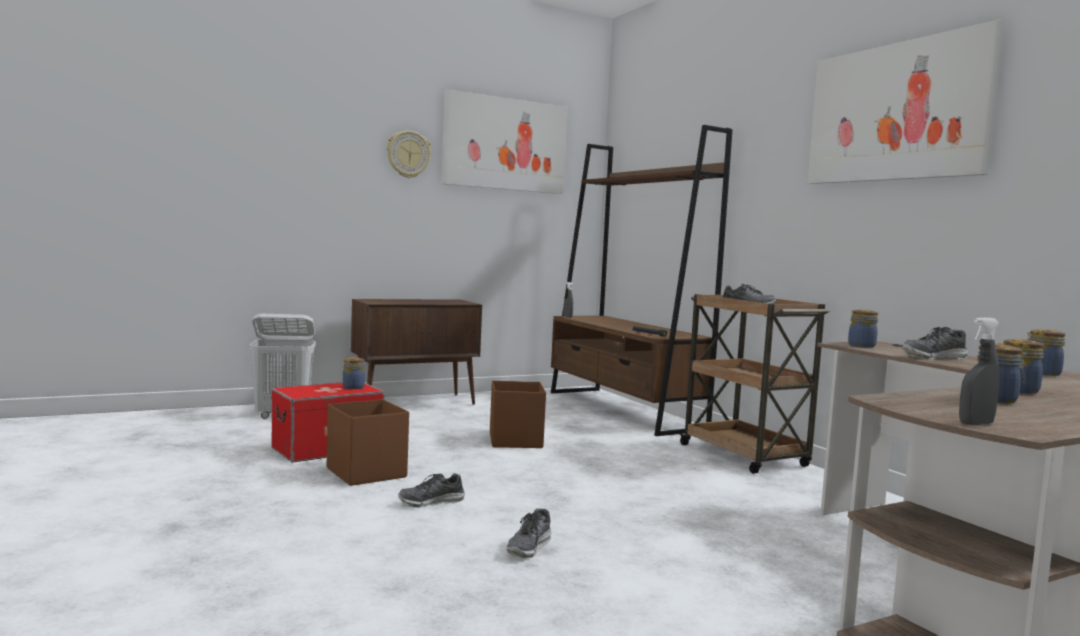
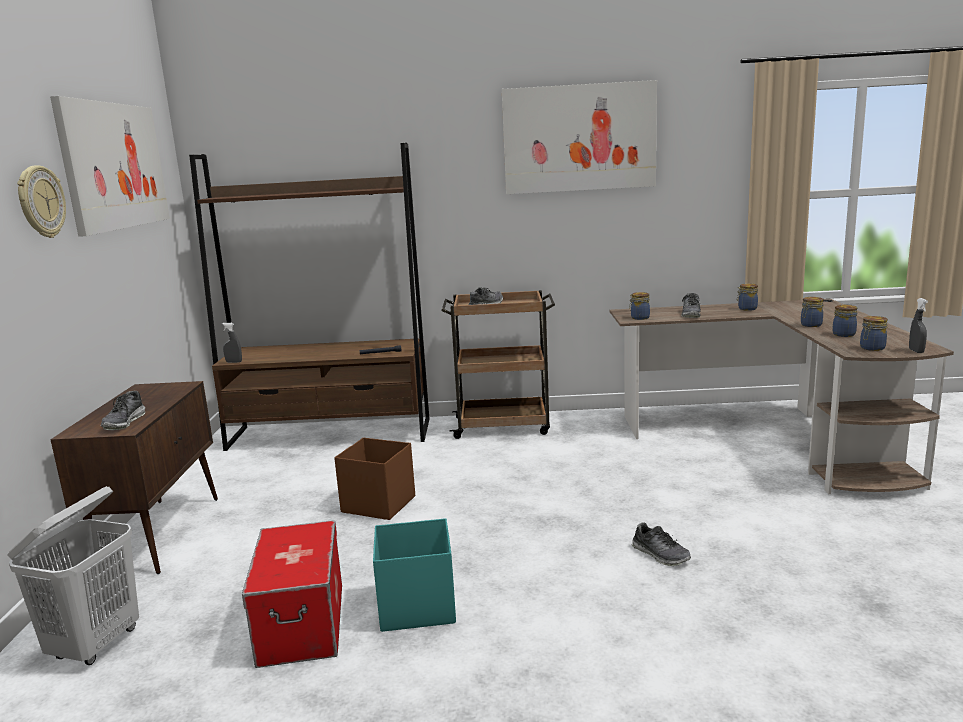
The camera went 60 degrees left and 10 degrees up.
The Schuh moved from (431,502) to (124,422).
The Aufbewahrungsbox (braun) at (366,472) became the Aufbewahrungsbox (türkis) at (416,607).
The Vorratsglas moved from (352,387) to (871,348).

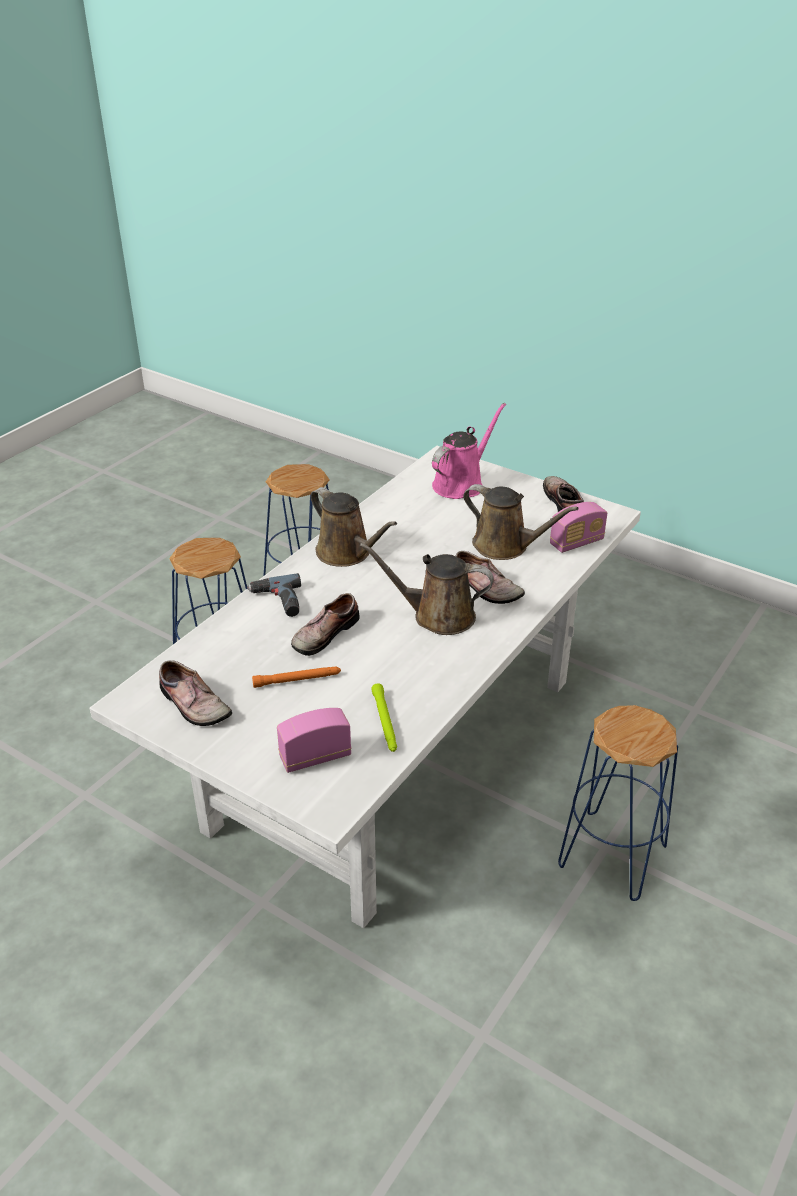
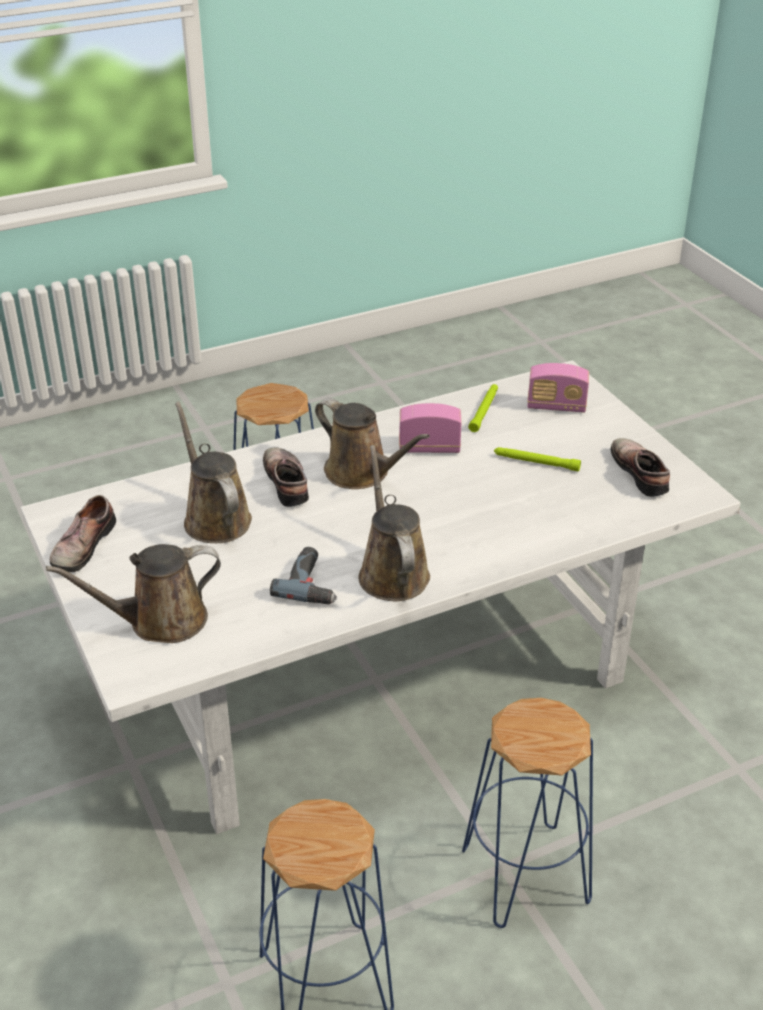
The camera went 150 degrees left and 0 degrees up.
The Gießkanne (rosa) at (461,484) became the Gießkanne (braun) at (160,621).
The Bohrmaschine moved from (277,602) to (312,583).
The Radio moved from (576,542) to (429,448).
The Taschenlampe (orange) at (297,680) became the Taschenlampe (grün) at (536,462).
The Schuh at (323,633) disappeared.

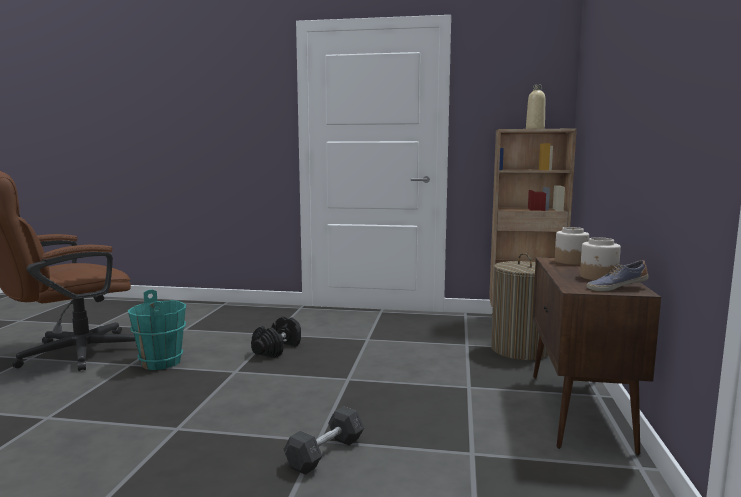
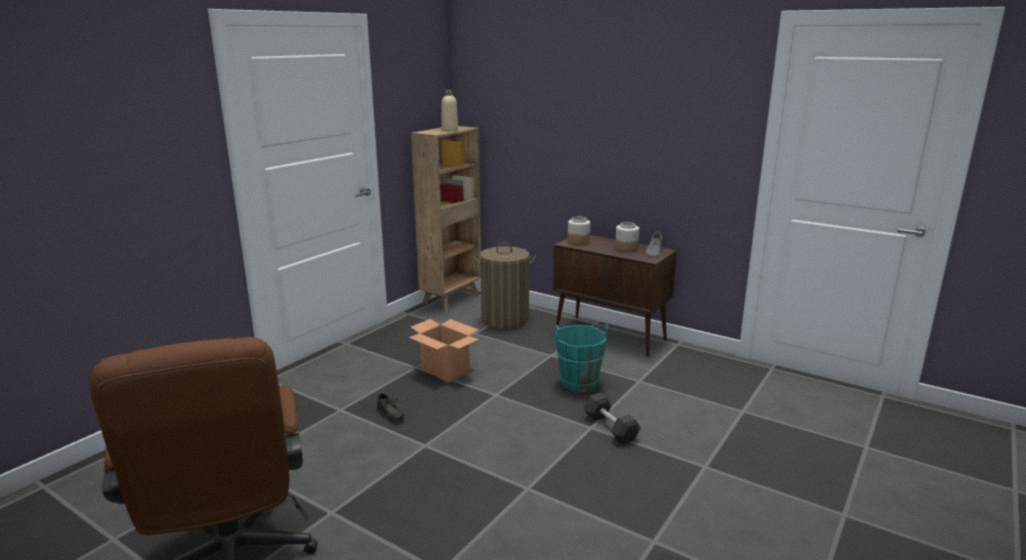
The camera went 65 degrees left and 10 degrees up.
The Hantel (schwarz) at (277,349) was replaced by the Schuh (grau) at (389,414).
The Karton at (446,371) appeared.
The Eimer (türkis) moved from (161,362) to (579,383).

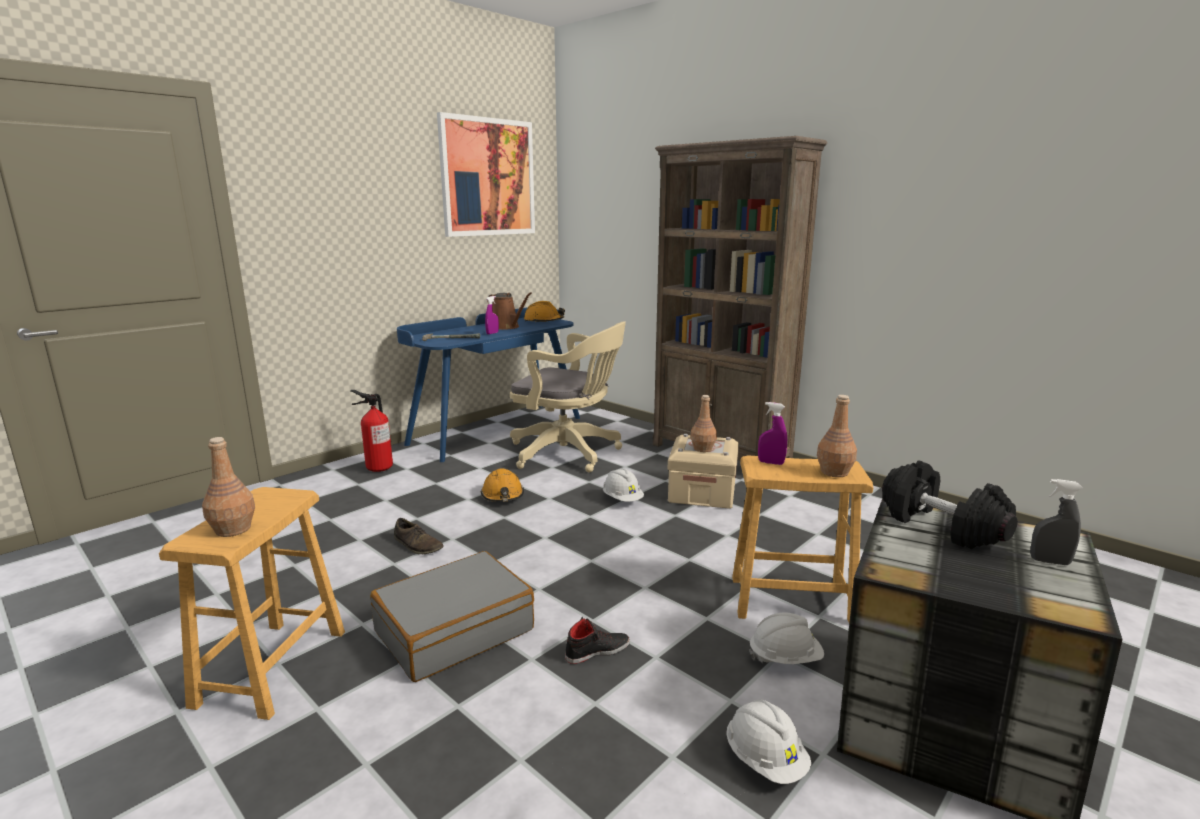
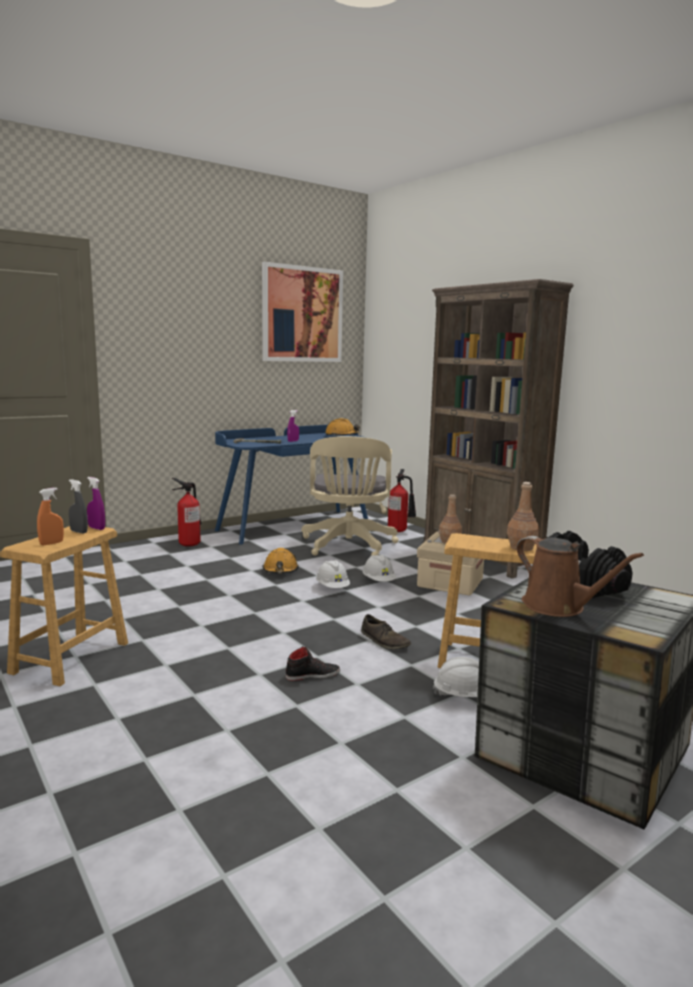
The camera went 10 degrees right and 5 degrees down.
The Flasche (braun) at (234,529) was replaced by the Sprühflasche (orange) at (51,543).
The Sprühflasche (grau) moved from (1049,561) to (79,532).
The Sprühflasche (lila) moved from (771,463) to (96,528).
The Bürostuhl (beige) at (569,453) turned 60 degrees clockwise.
The Schutzhelm (weiß) moved from (765,760) to (332,588).
The Schuh (braun) moved from (418,545) to (384,641).
The Feuerlöscher at (400,531) appeared.
The Gießkanne (braun) moved from (506,327) to (558,607).
The Koffer (grau) at (454,630) disappeared.

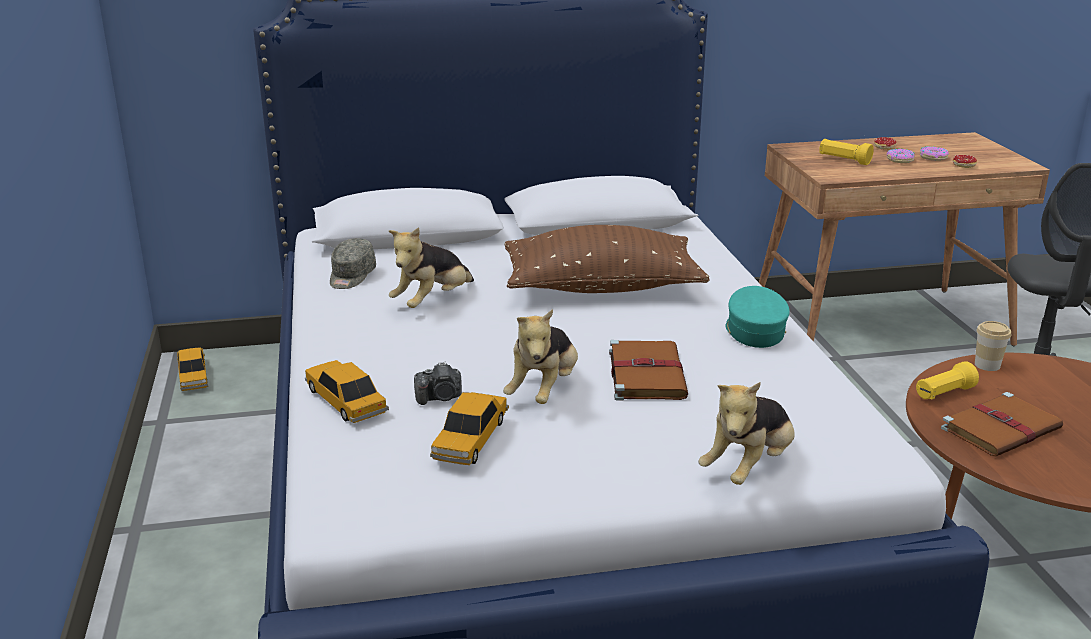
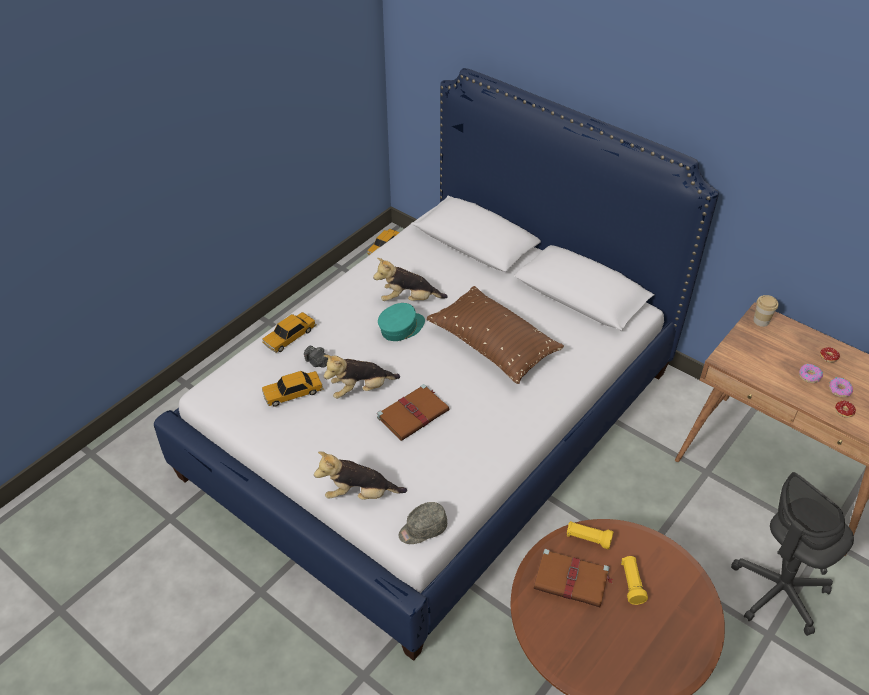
The camera went 50 degrees right and 20 degrees up.
The Spielzeugauto at (345,401) turned 150 degrees counterclockwise.
The Kappe (türkis) moved from (754,331) to (401,328).
The Kappe (grau) moved from (351,276) to (422,529).
The Taschenlampe (gelb) moved from (844,160) to (631,584).
The Tasse moved from (987,365) to (761,321).

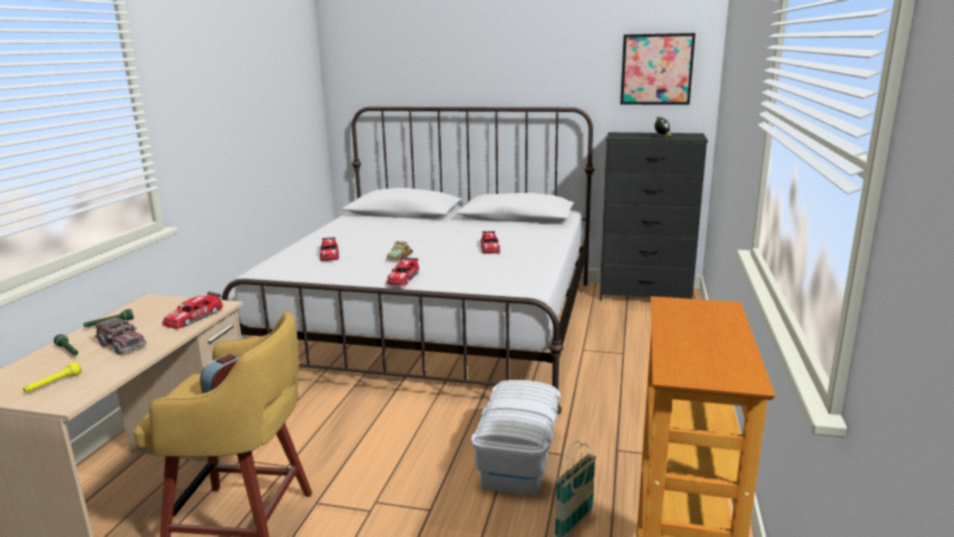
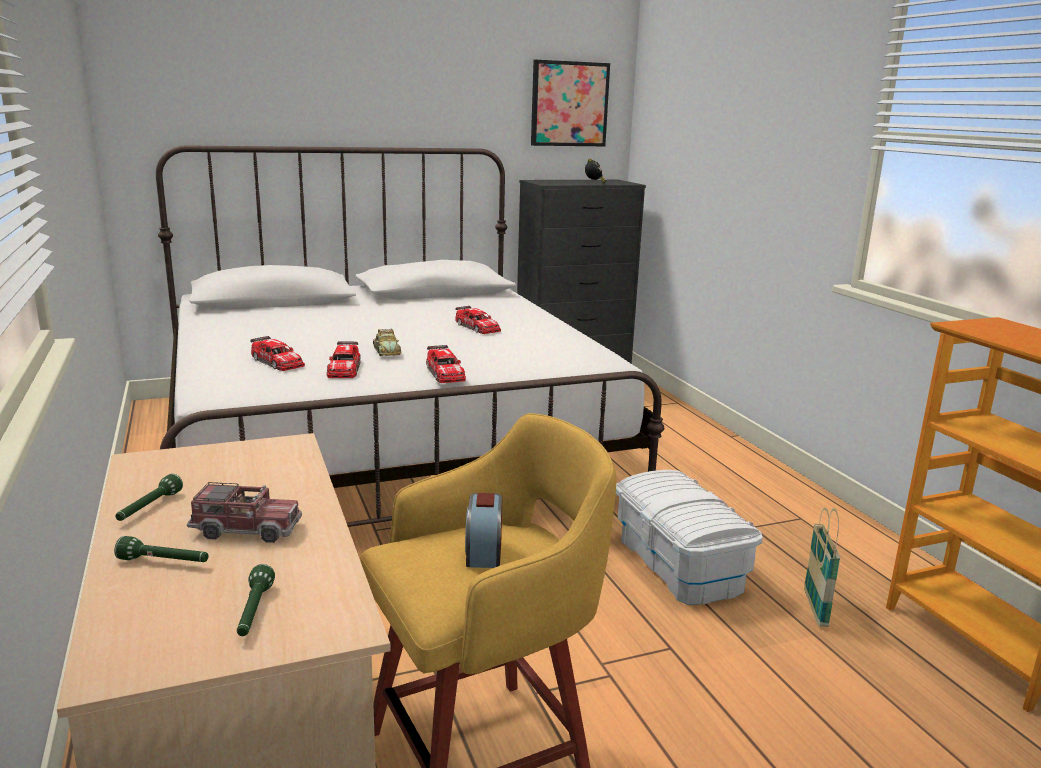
The camera went 35 degrees left and 0 degrees up.
The Taschenlampe (gelb) at (53,384) became the Taschenlampe (grün) at (254,612).
The Spielzeugauto moved from (194,317) to (344,369).

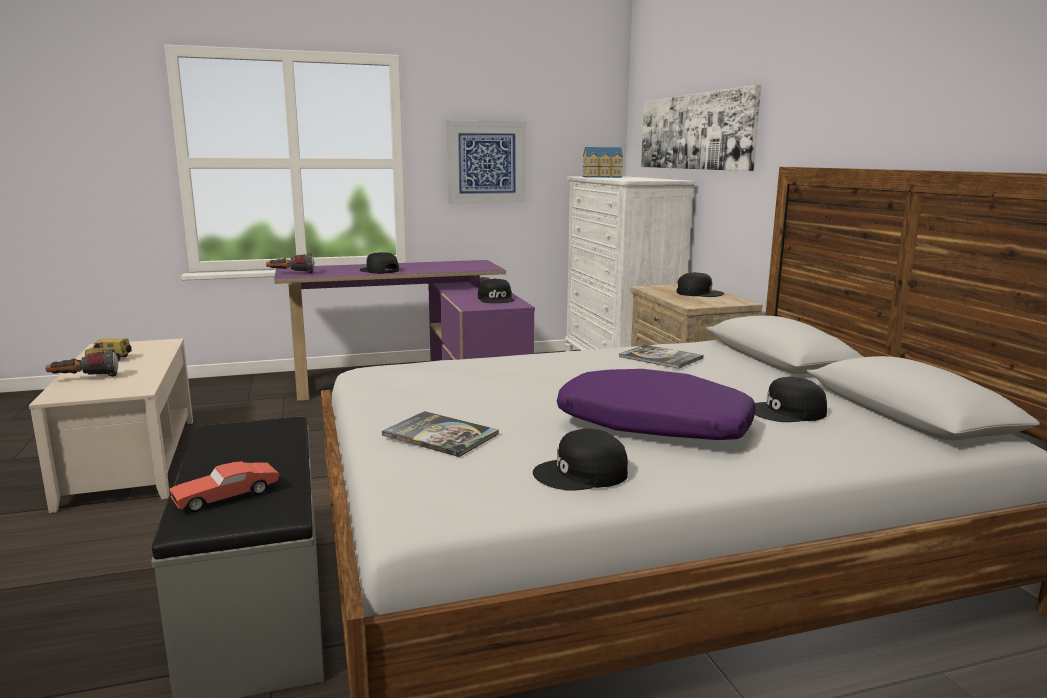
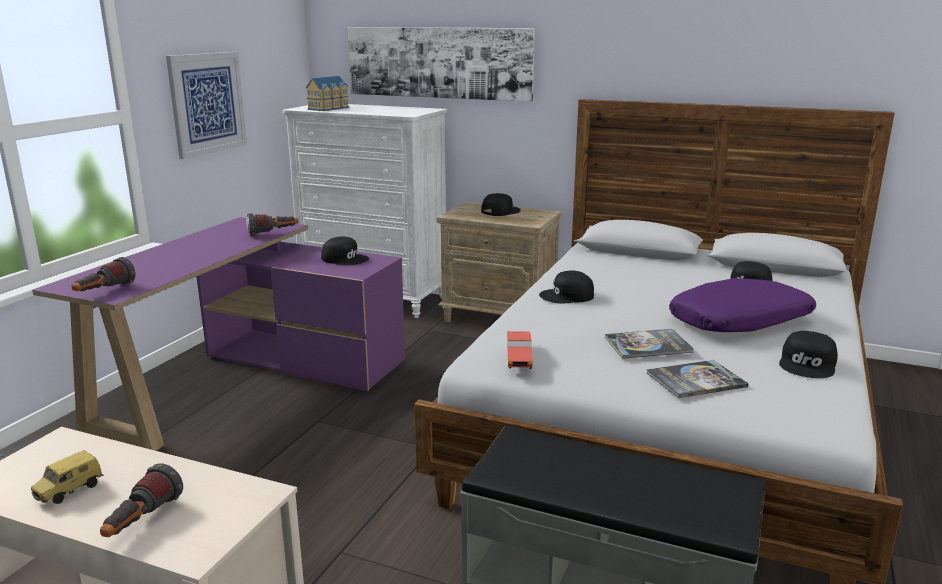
The camera went 50 degrees left and 5 degrees up.
The Taschenlampe at (273,234) appeared.
The Spielzeugauto (rot) moved from (227,496) to (519,357).
The Kappe (schwarz) moved from (379,270) to (567,296).
The Buch moved from (660,358) to (648,345).

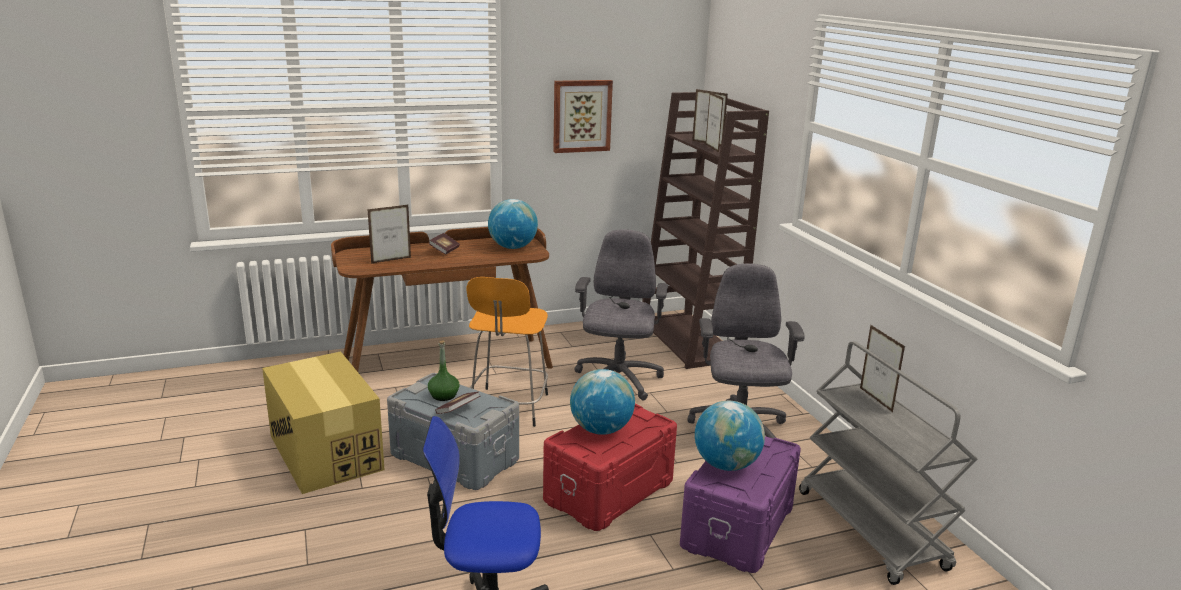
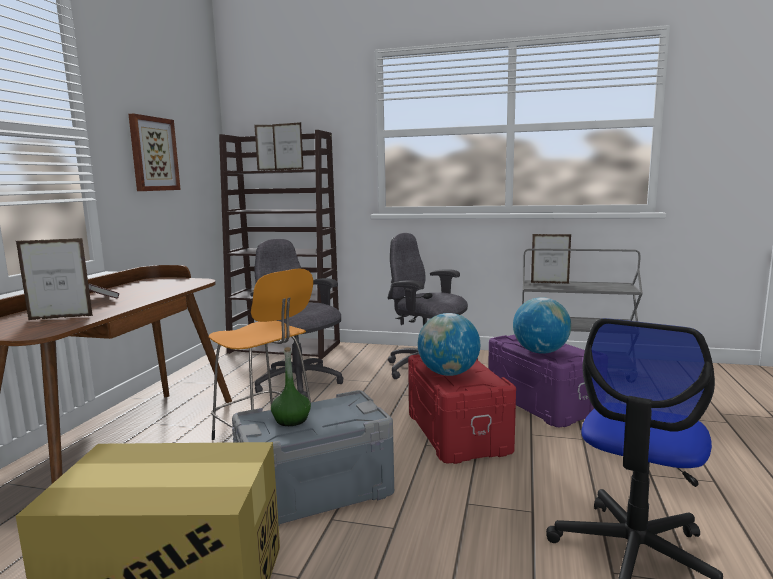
The camera went 55 degrees left and 10 degrees down.
The Bilderrahmen at (391,260) turned 105 degrees counterclockwise.
The Buch at (458,410) disappeared.
The Globus at (512,247) disappeared.

